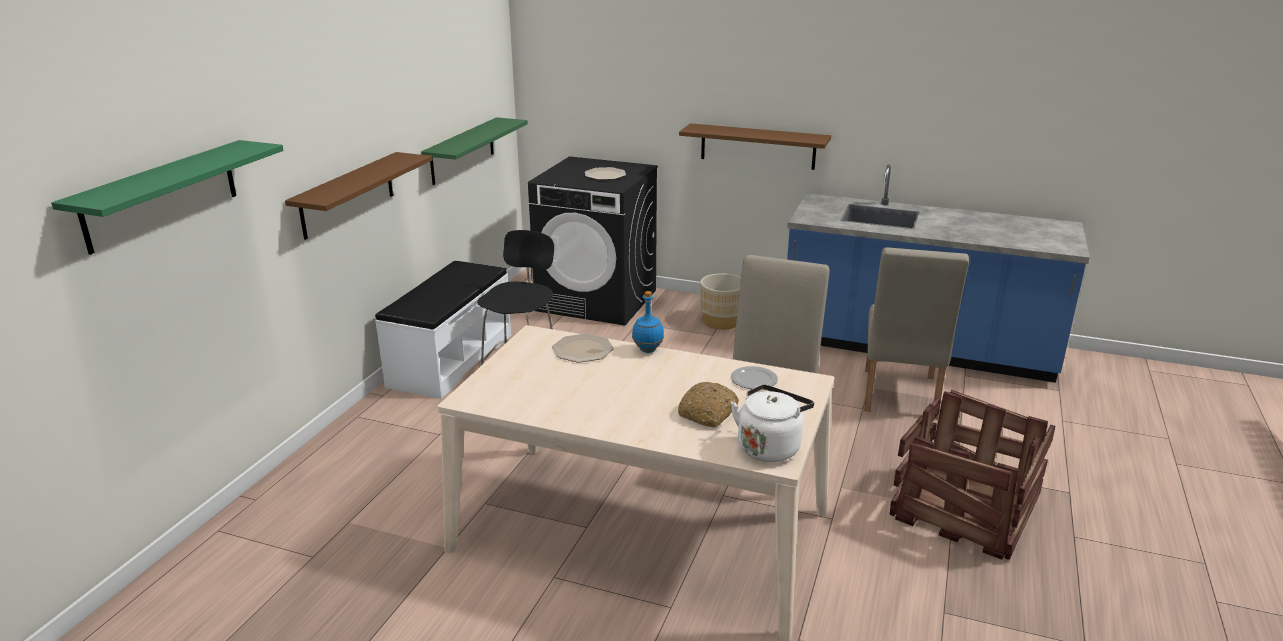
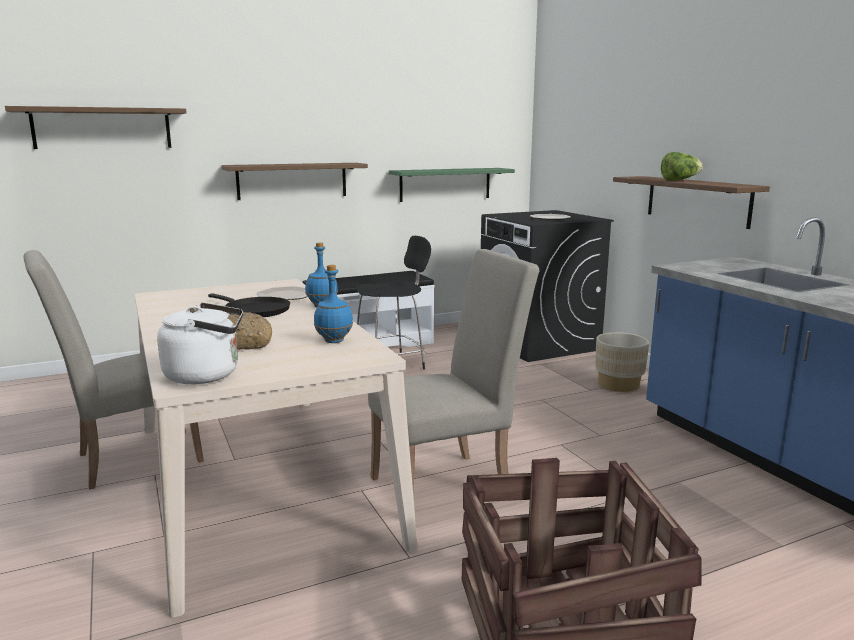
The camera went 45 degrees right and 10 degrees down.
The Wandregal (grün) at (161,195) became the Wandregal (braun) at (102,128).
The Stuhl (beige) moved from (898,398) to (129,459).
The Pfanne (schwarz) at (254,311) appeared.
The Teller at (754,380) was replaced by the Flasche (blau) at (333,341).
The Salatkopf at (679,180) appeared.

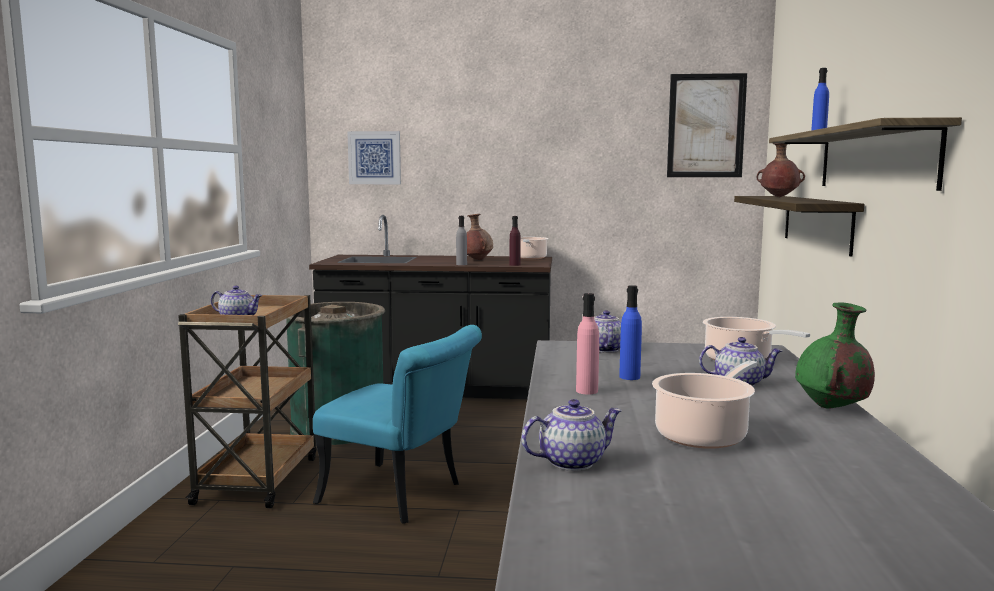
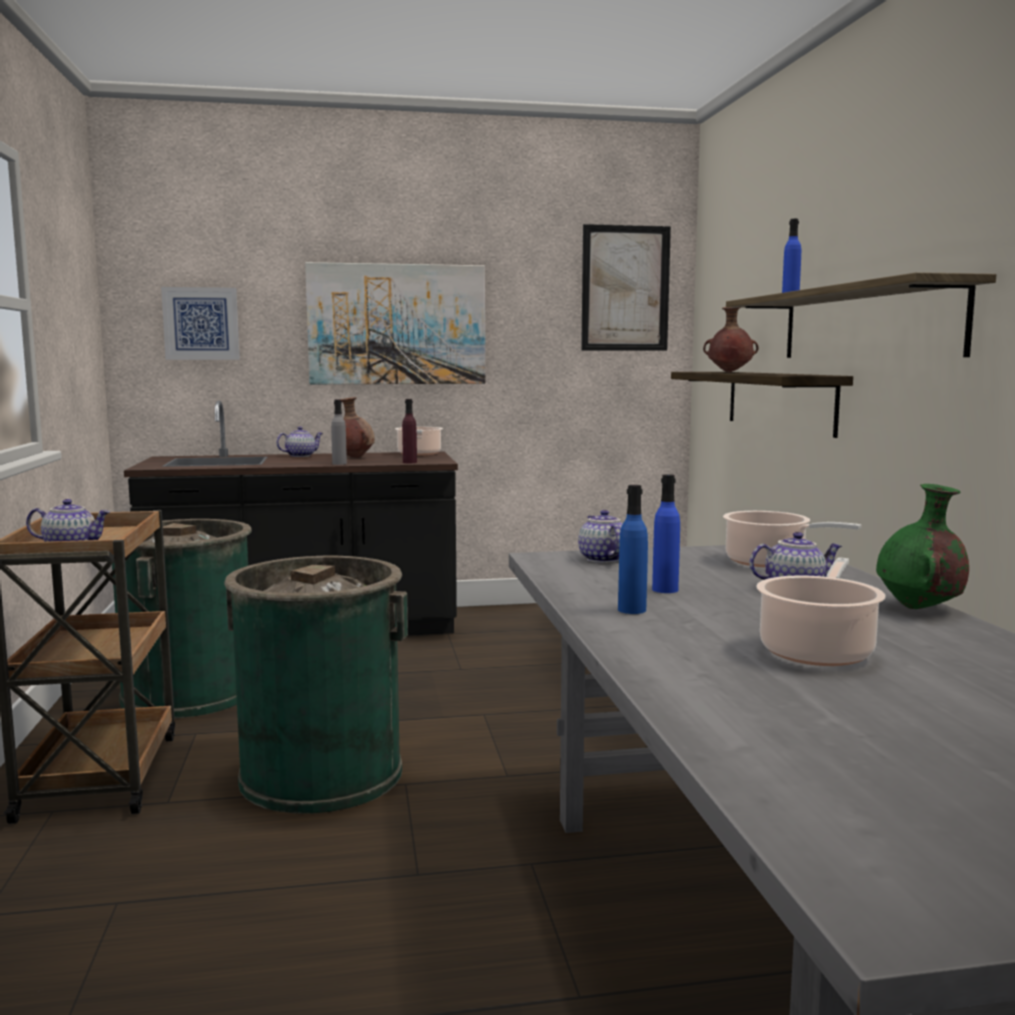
The camera went 15 degrees left and 0 degrees up.
The Stuhl (türkis) at (403,496) was replaced by the Mülleimer (grün) at (321,774).
The Teekanne moved from (571,462) to (300,456).
The Bild at (397,324) appeared.
The Flasche (rosa) at (587,391) became the Flasche (blau) at (632,610).

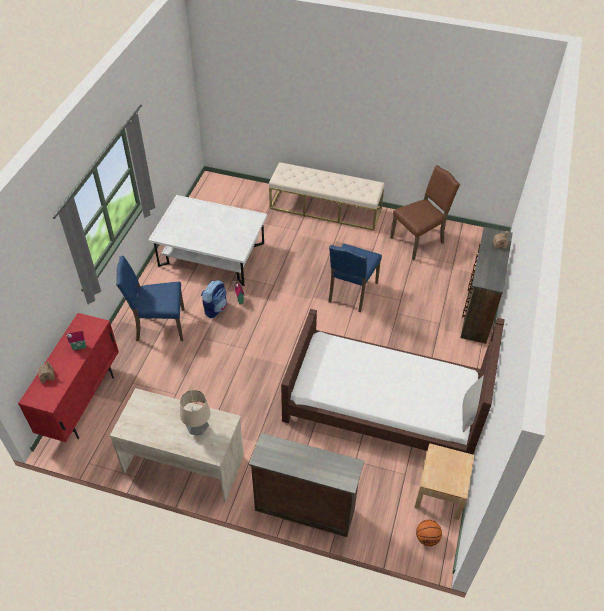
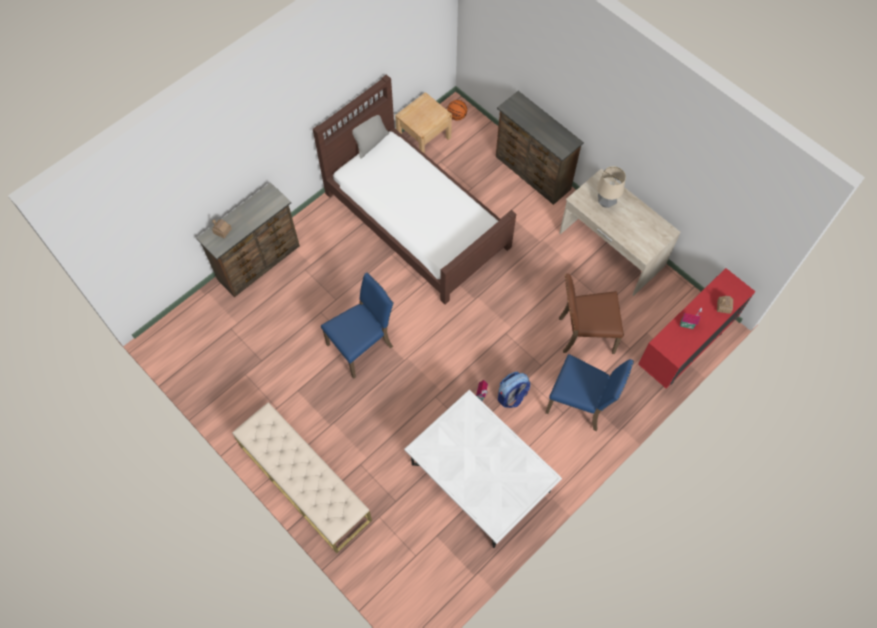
The camera went 150 degrees left and 15 degrees up.
The Stuhl (braun) moved from (418,240) to (584,334).

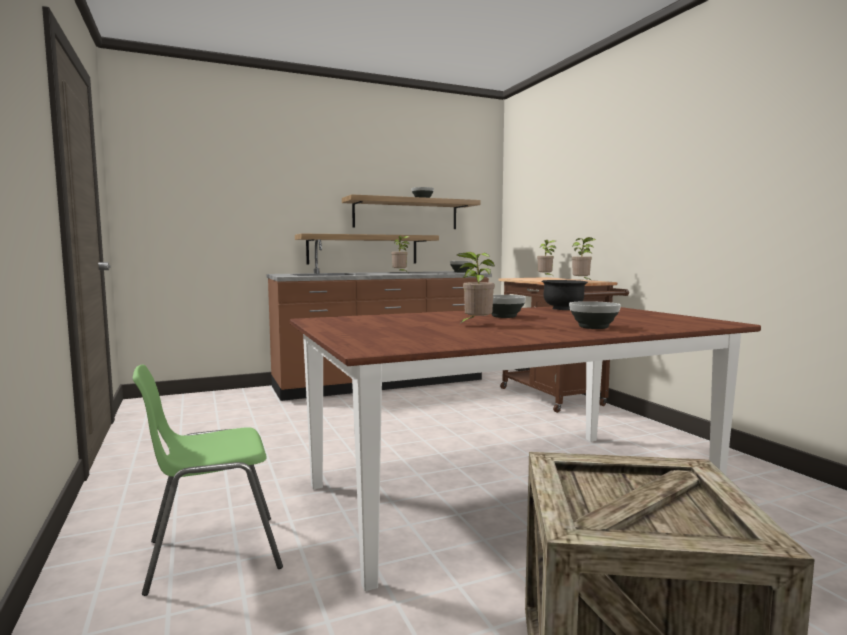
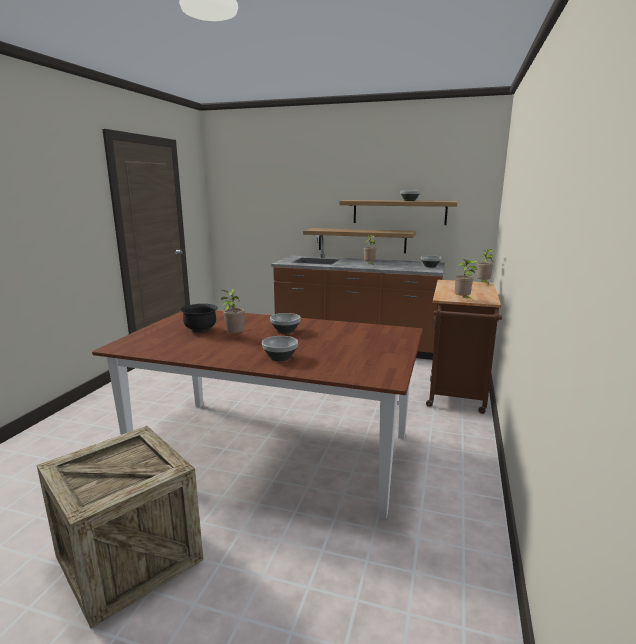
The camera went 40 degrees right and 10 degrees up.
The Schüssel (schwarz) moved from (563,309) to (200,330).
The Stuhl (grün) at (212,553) disappeared.

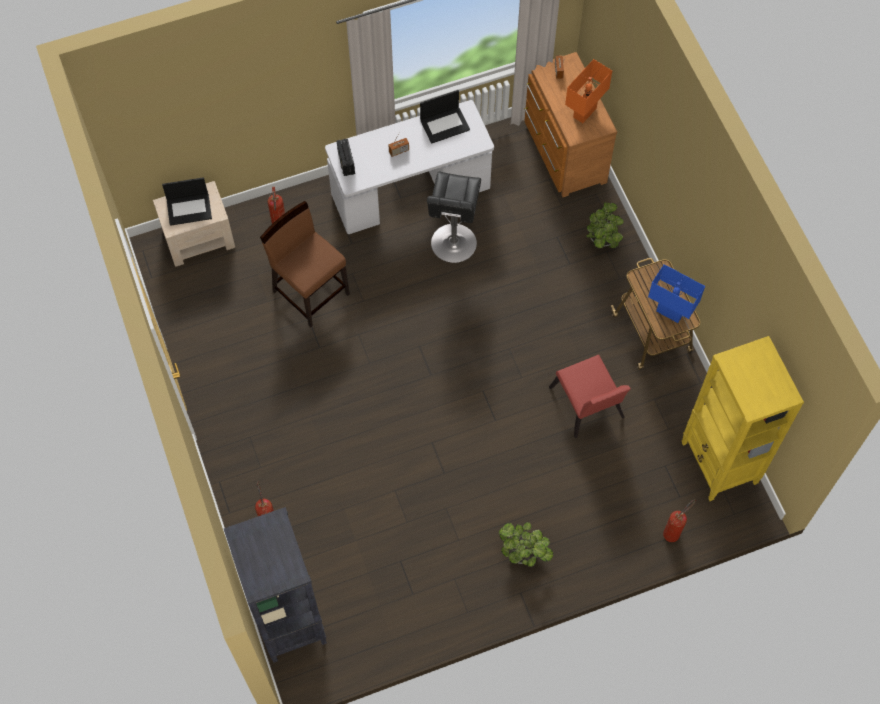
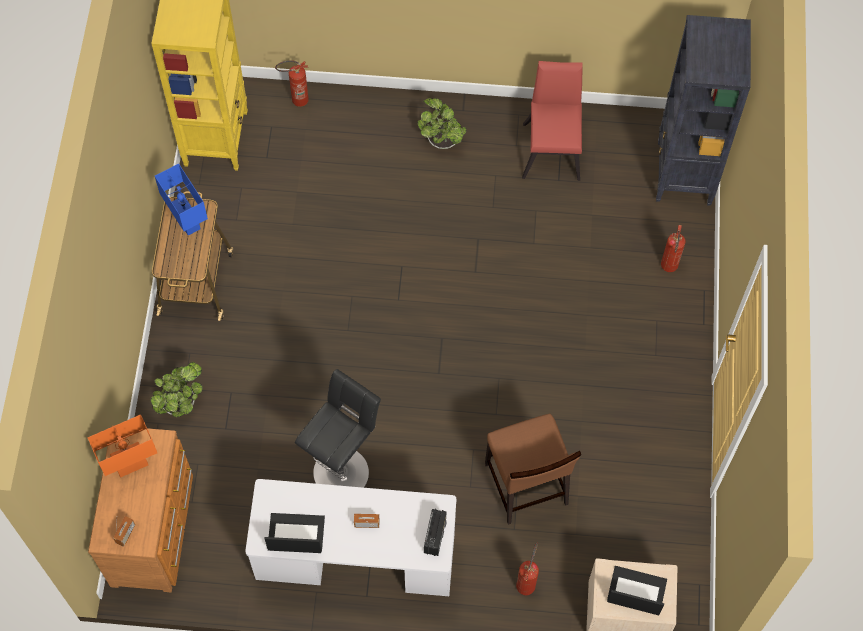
The camera went 155 degrees left and 0 degrees up.
The Stuhl (rot) moved from (587,407) to (552,147).

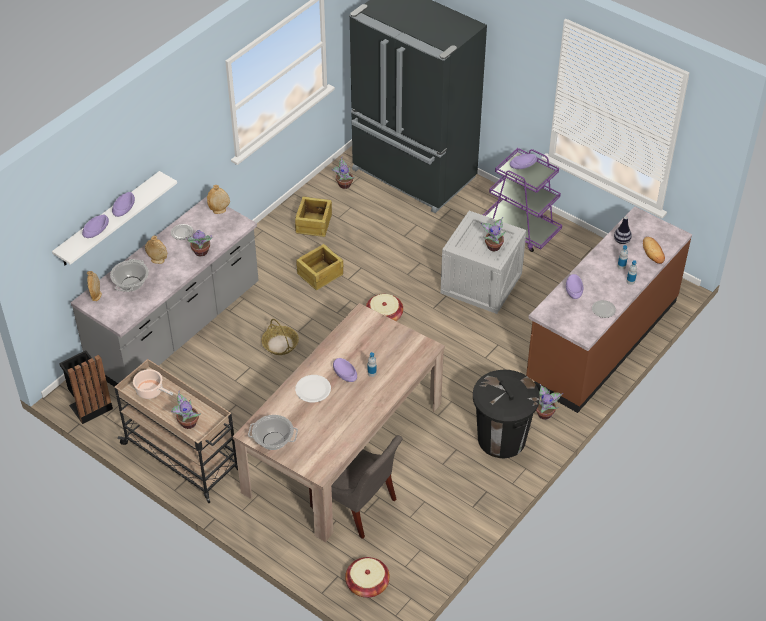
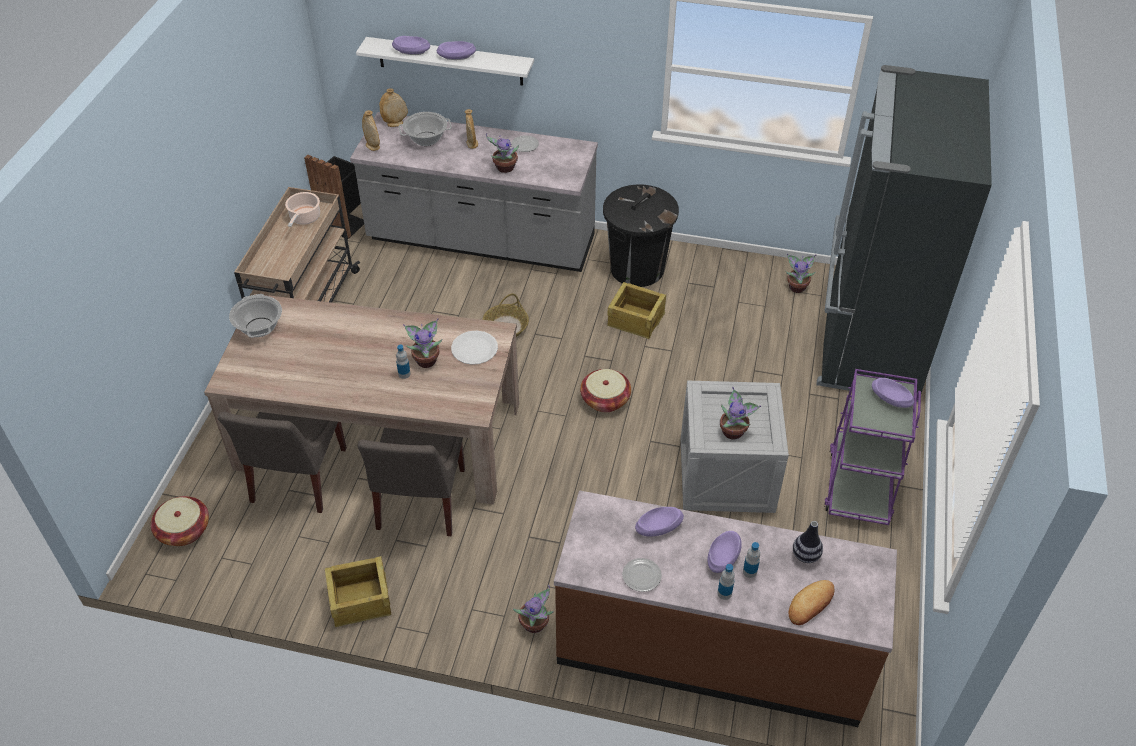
The camera went 65 degrees right and 0 degrees up.
The Kiste moved from (313,224) to (359,599).
The Stuhl (grau) at (419,502) appeared.
The Vase (beige) moved from (219,210) to (372,146).
The Topfpflanze moved from (187,423) to (426,360).
The Teller (weiß) moved from (313,389) to (474,349).
The Mülleimer (schwarz) moved from (501,439) to (636,268).
The Schüssel (lila) moved from (345,374) to (723,557).

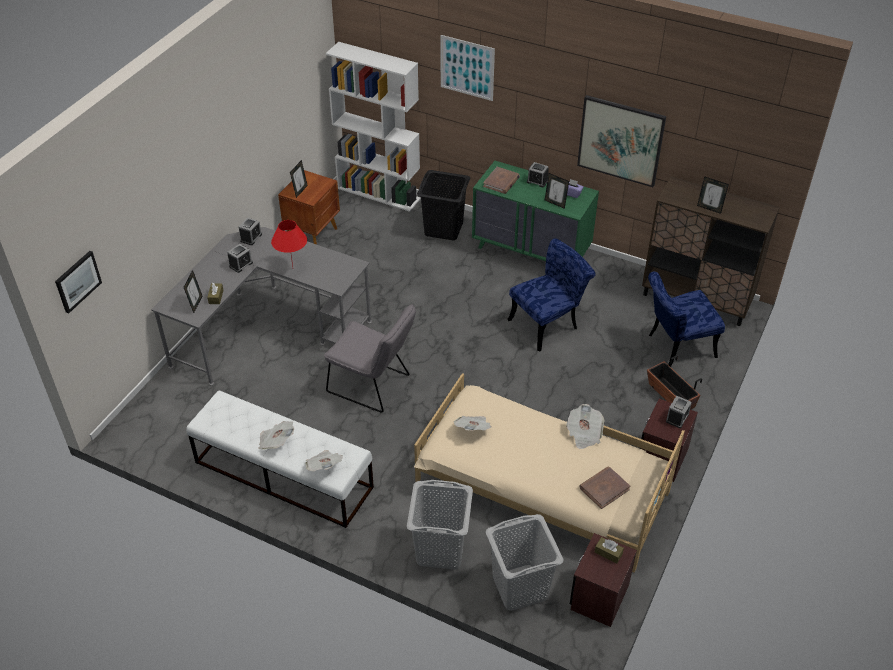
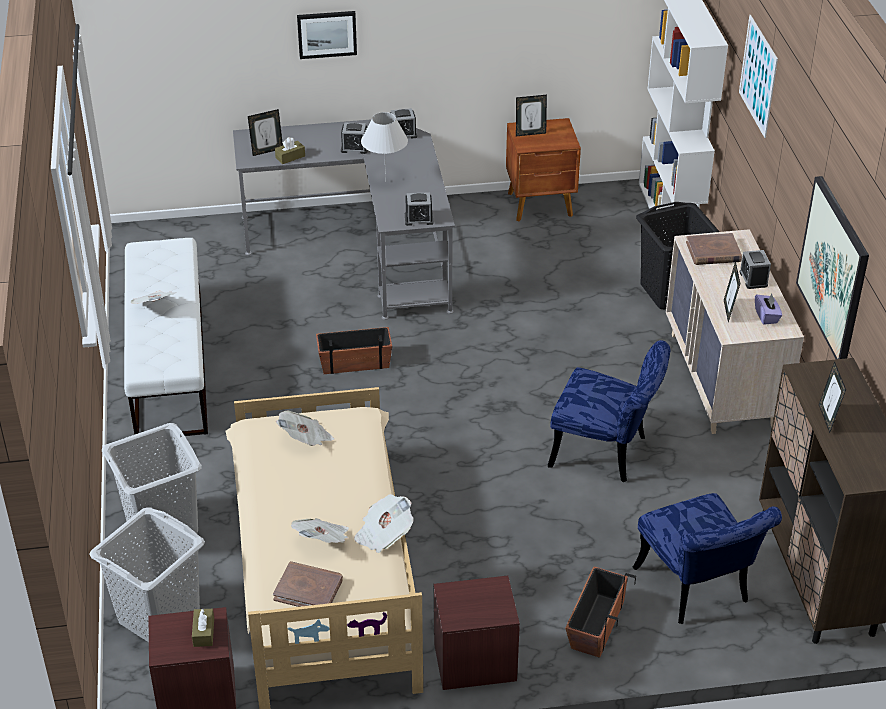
The camera went 55 degrees right and 5 degrees down.
The Zeitung moved from (324,467) to (323,541).
The Bild moved from (77,281) to (327,34).
The Stuhl (grau) at (373,385) was replaced by the Pflanzkübel at (355,362).
The Tischlampe (rot) at (292,269) became the Tischlampe (weiß) at (385,182).
The Wecker moved from (677,418) to (418,219).
The Stuhl (blau) at (676,346) turned 150 degrees counterclockwise.
The Kommode (grün) at (531,250) became the Kommode (beige) at (722,380).

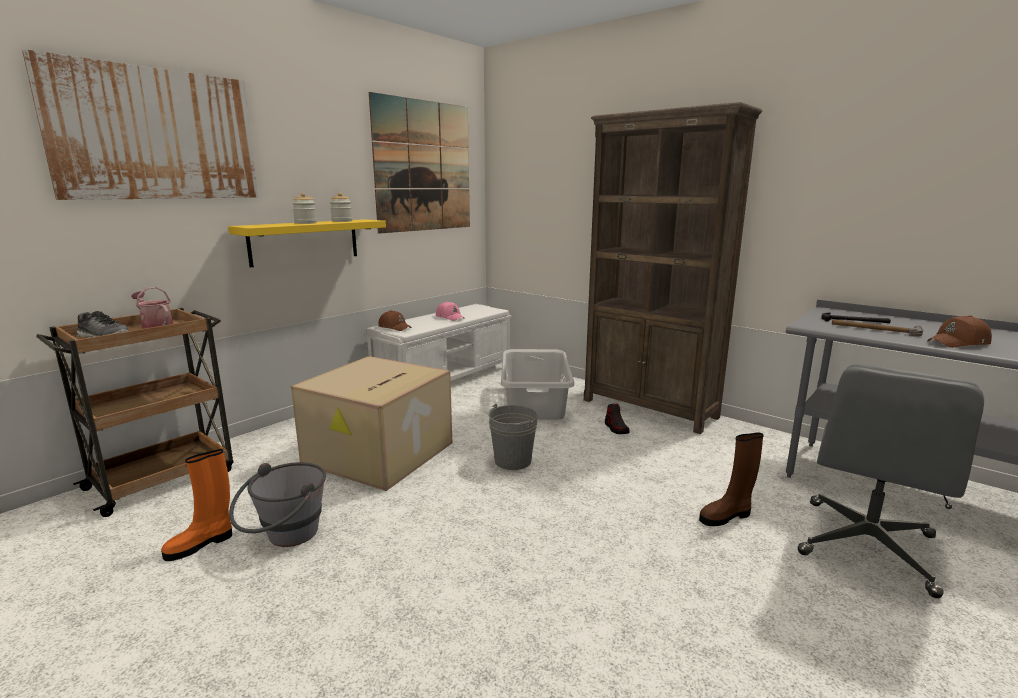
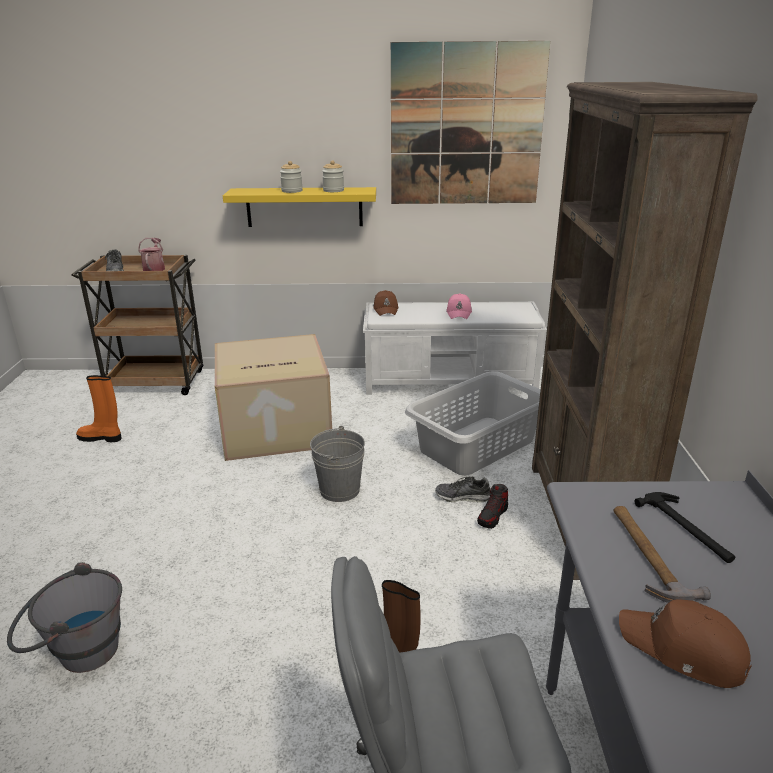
The camera went 50 degrees right and 10 degrees up.
The Eimer (grau) moved from (285,538) to (77,652).
The Schuh at (463,497) appeared.
The Bild at (156,135) disappeared.

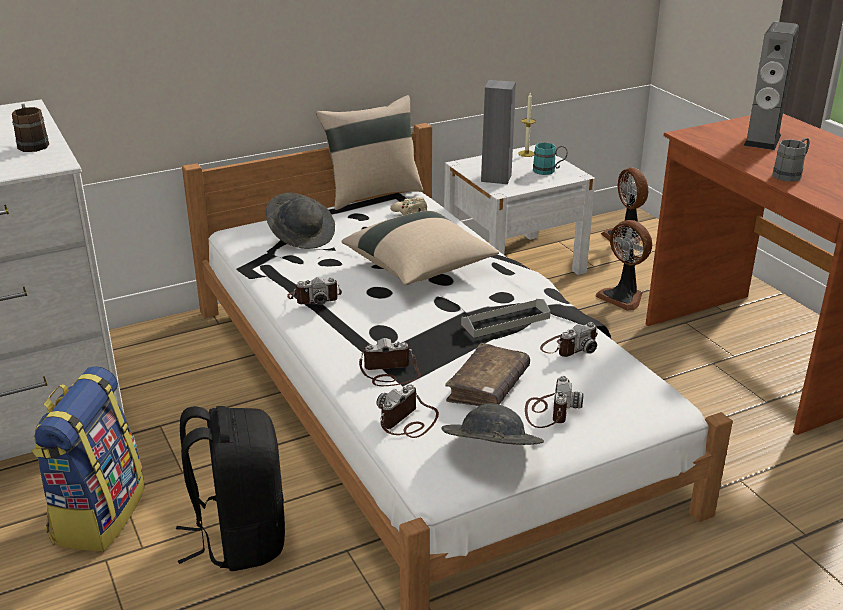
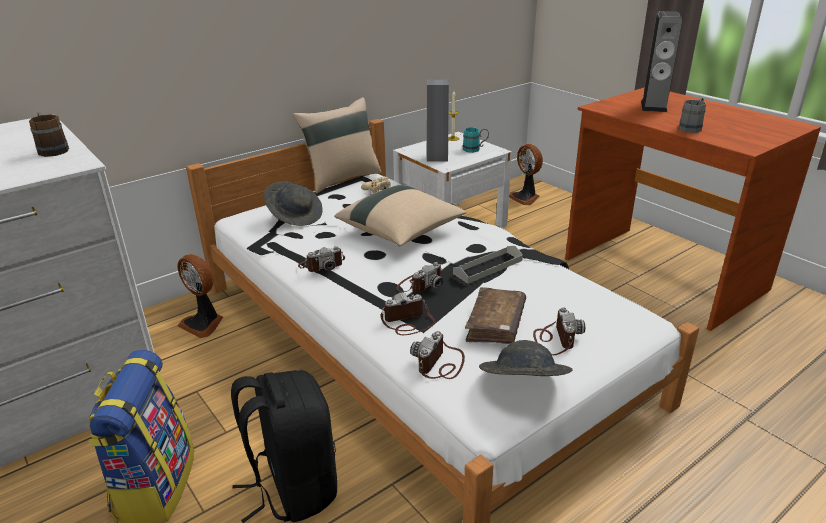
The camera went 10 degrees left and 0 degrees up.
The Ventilator moved from (623,297) to (204,323).
The Kamera moved from (569,347) to (420,285).

